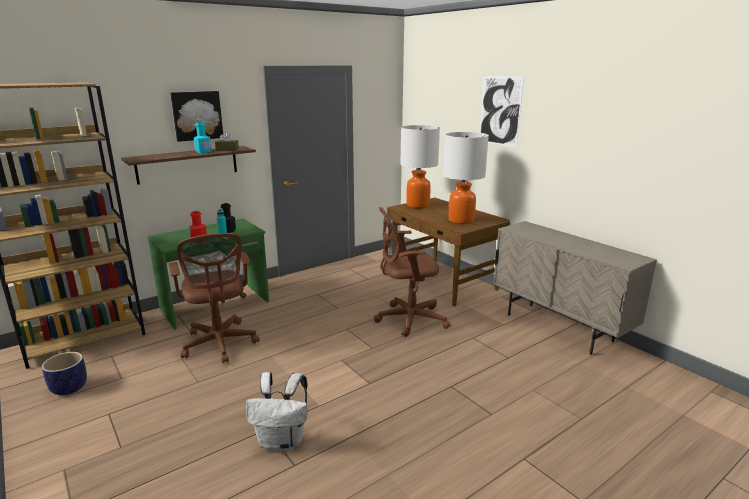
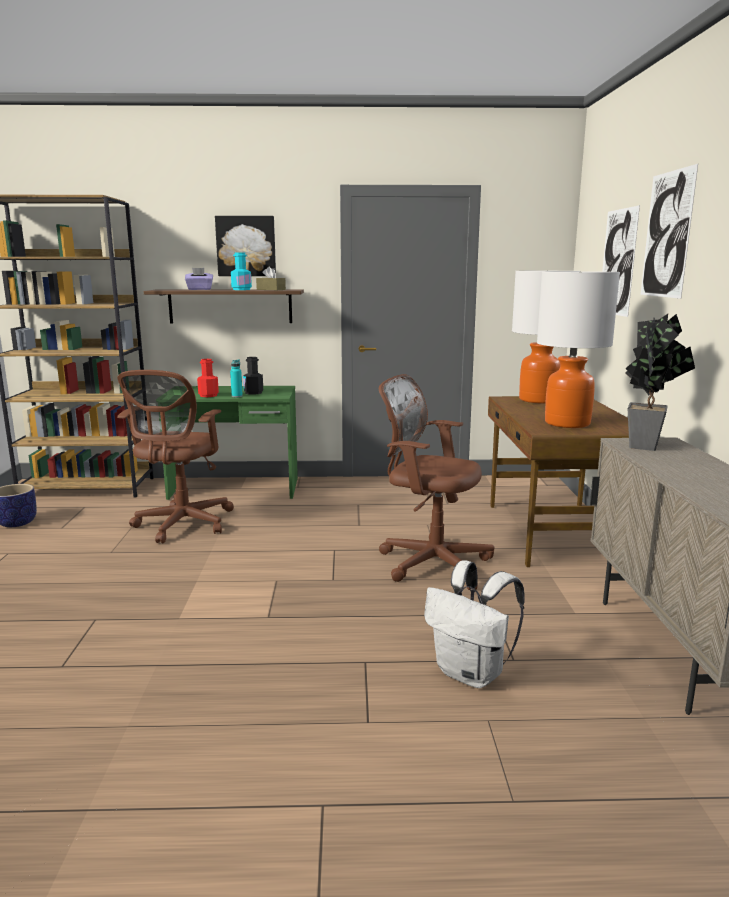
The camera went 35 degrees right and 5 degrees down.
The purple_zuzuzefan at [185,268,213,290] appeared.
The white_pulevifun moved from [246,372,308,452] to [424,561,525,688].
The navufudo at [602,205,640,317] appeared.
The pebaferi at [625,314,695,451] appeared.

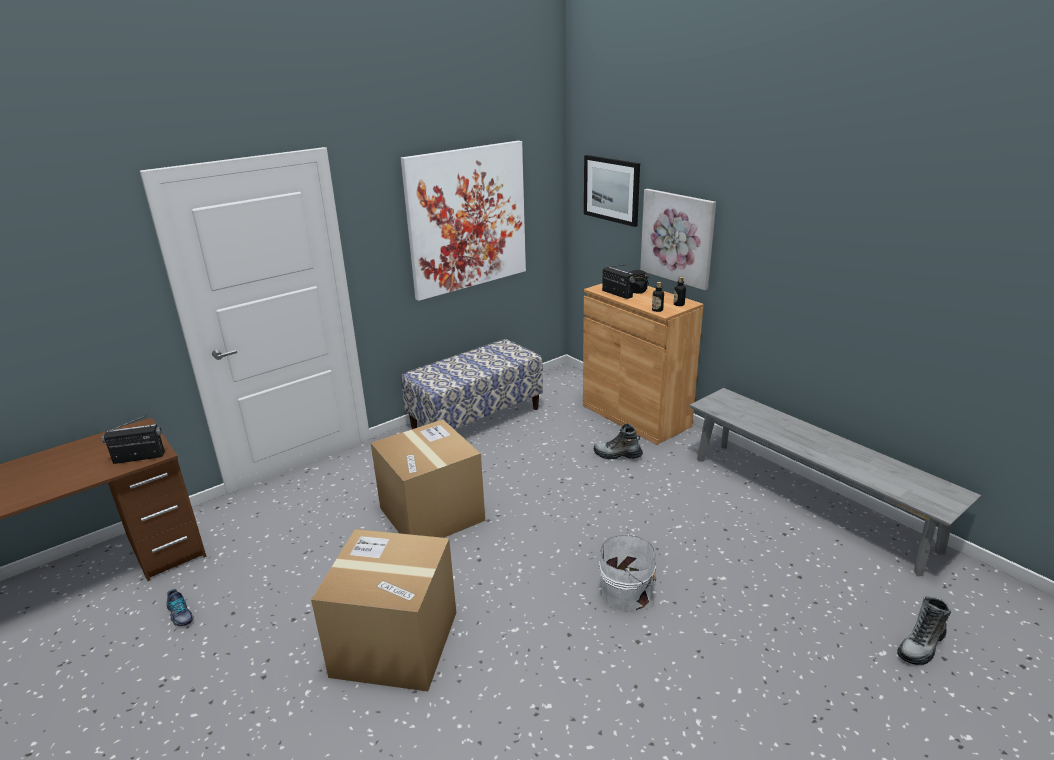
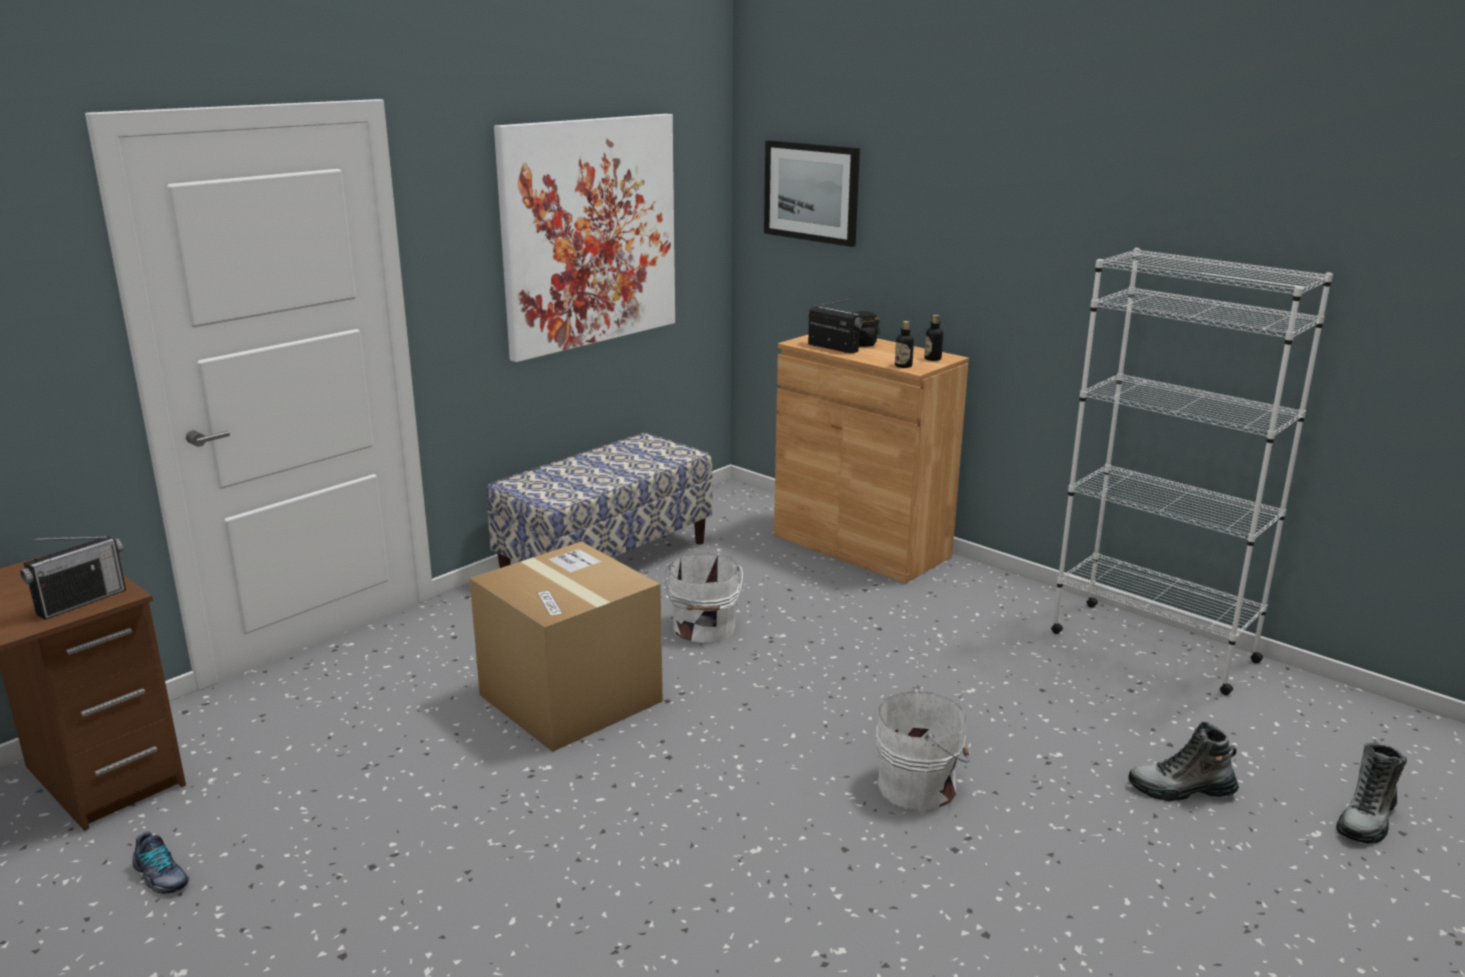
The camera went 10 degrees left and 5 degrees down.
The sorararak at [101,415,165,464] turned 150 degrees clockwise.
The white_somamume at [665,554,743,643] appeared.
The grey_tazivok at [690,388,981,576] was replaced by the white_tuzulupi at [1051,248,1333,695].
The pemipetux moved from [593,424,643,460] to [1128,722,1239,801].
The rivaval at [311,529,456,692] disappeared.
The navufudo at [640,189,716,290] disappeared.

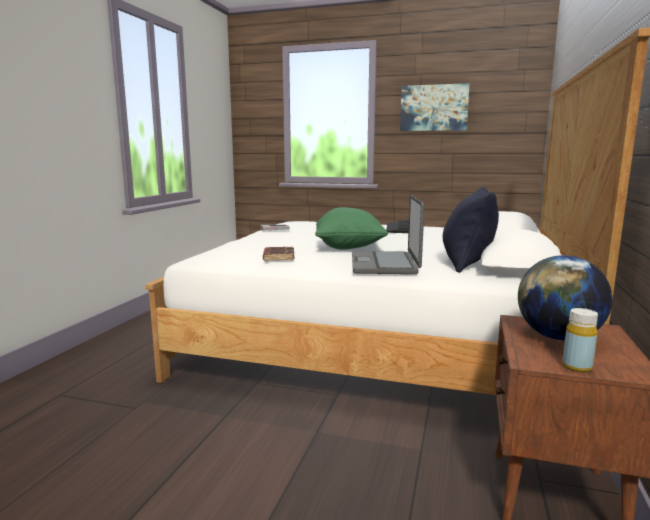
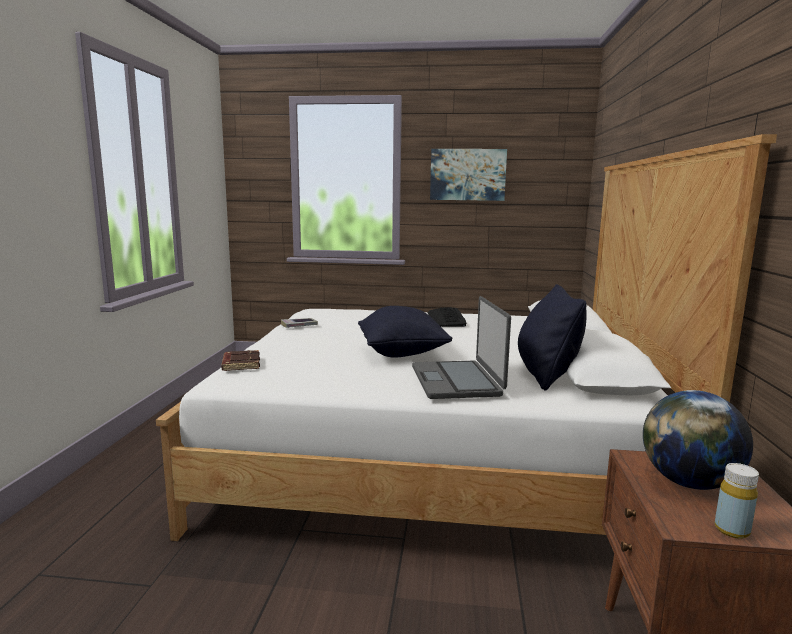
The camera went 10 degrees left and 0 degrees up.
The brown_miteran moved from [263,247,295,261] to [221,350,260,371].
The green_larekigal at [315,207,388,250] became the black_larekigal at [358,306,452,358].

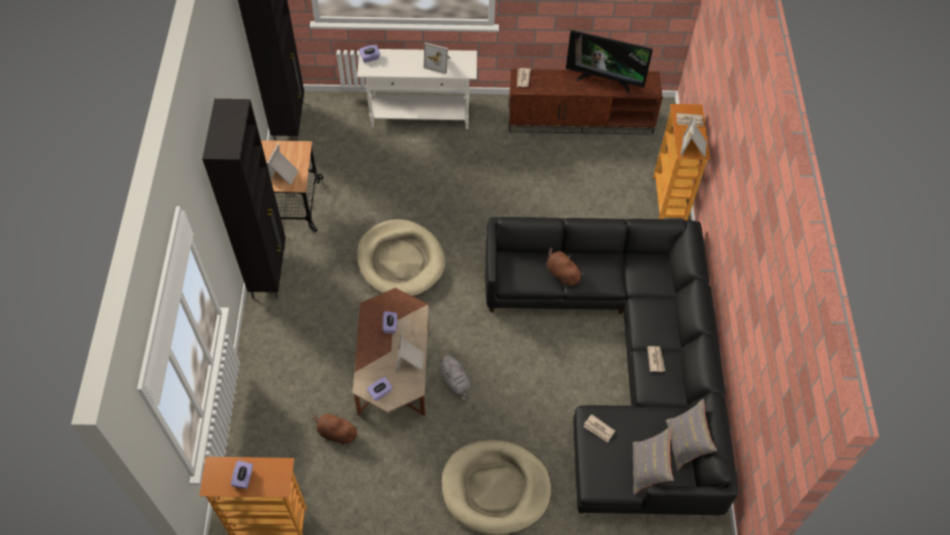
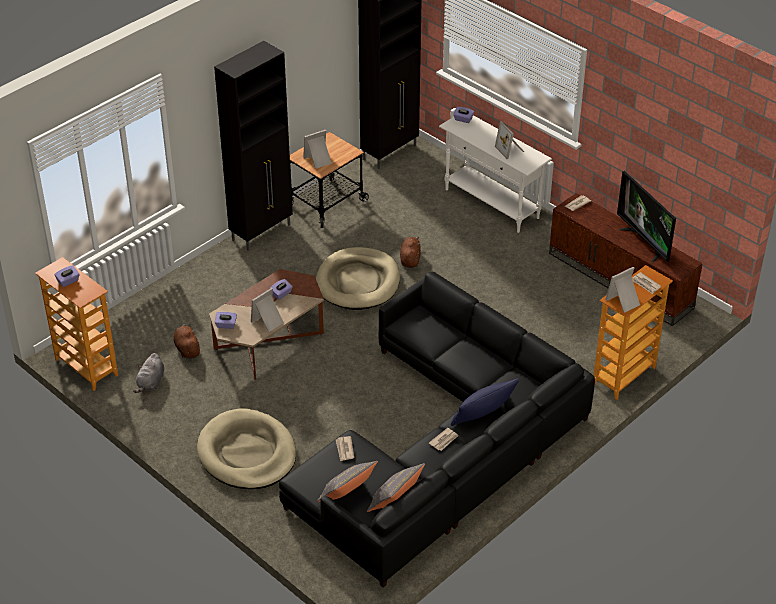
The camera went 45 degrees right and 15 degrees down.
The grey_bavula moved from [439,355,471,402] to [133,353,164,393].
The brown_bavula moved from [547,247,584,286] to [400,237,421,268].
The blue_larekigal at [451,378,519,426] appeared.

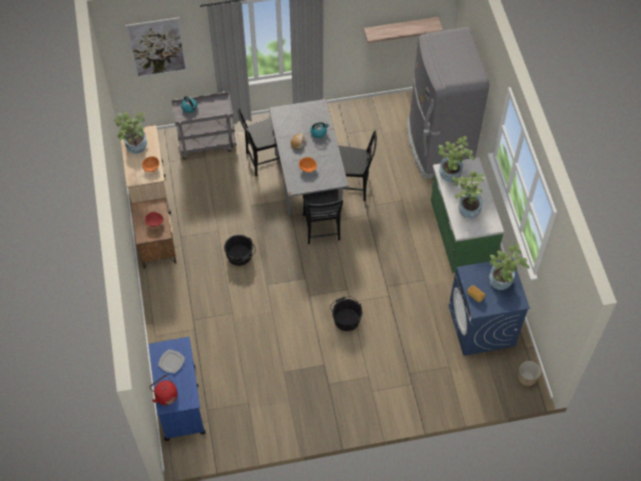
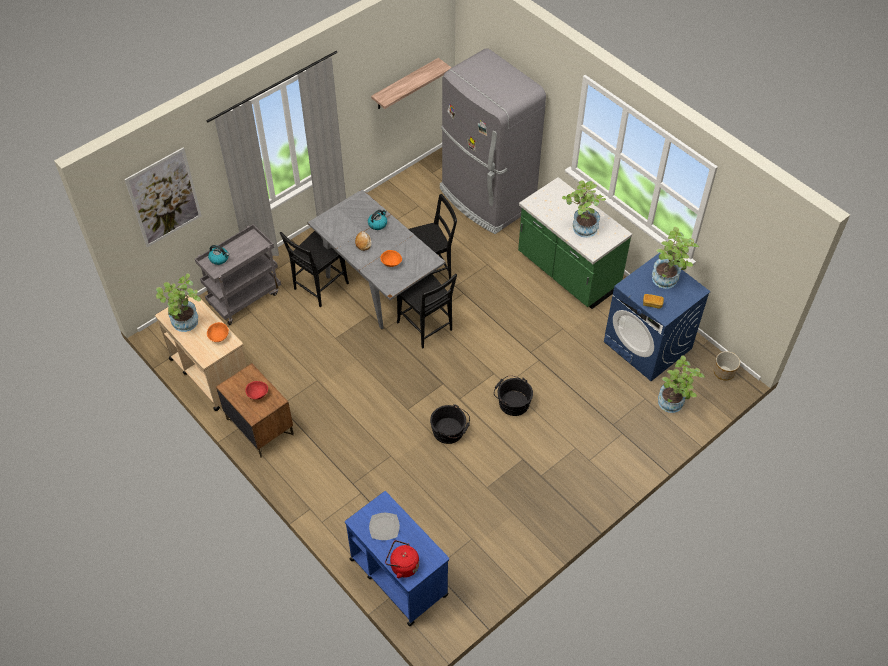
The camera went 30 degrees left and 5 degrees down.
The black_somamume moved from [224,235,255,266] to [430,404,470,444].
The pebaferi moved from [438,136,475,182] to [658,355,705,413].

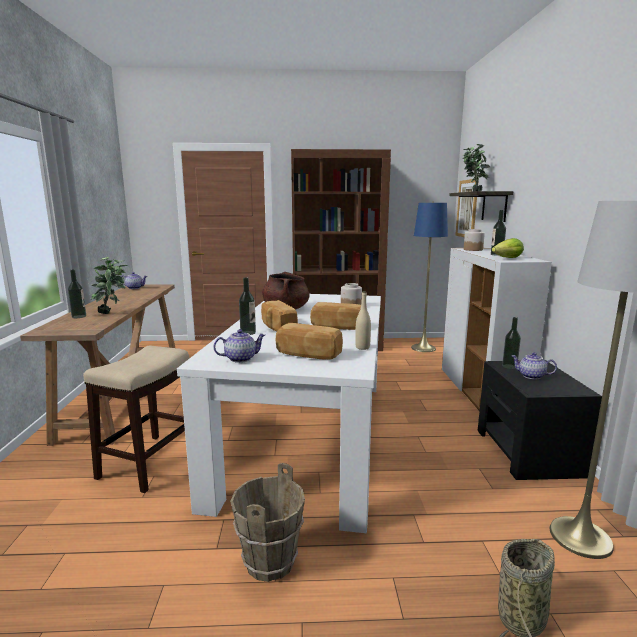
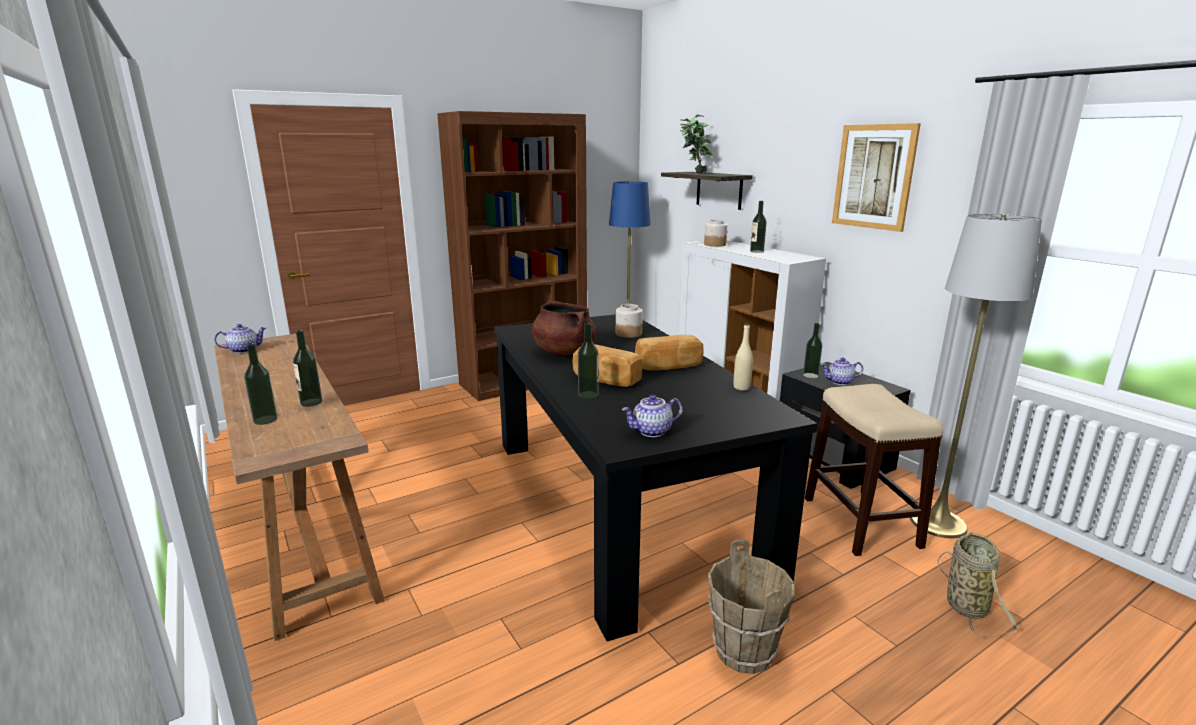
The camera went 30 degrees left and 5 degrees up.
The pebaferi at [91,257,127,314] was replaced by the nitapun at [293,330,322,407].
The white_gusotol at [177,294,381,533] became the black_gusotol at [494,314,817,641].
The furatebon at [213,329,265,363] turned 150 degrees counterclockwise.
The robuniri moved from [83,345,189,493] to [805,384,944,556].
The navufudo moved from [455,179,479,237] to [832,123,921,232].
The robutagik at [276,323,343,360] disappeared.
The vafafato at [492,238,524,258] disappeared.

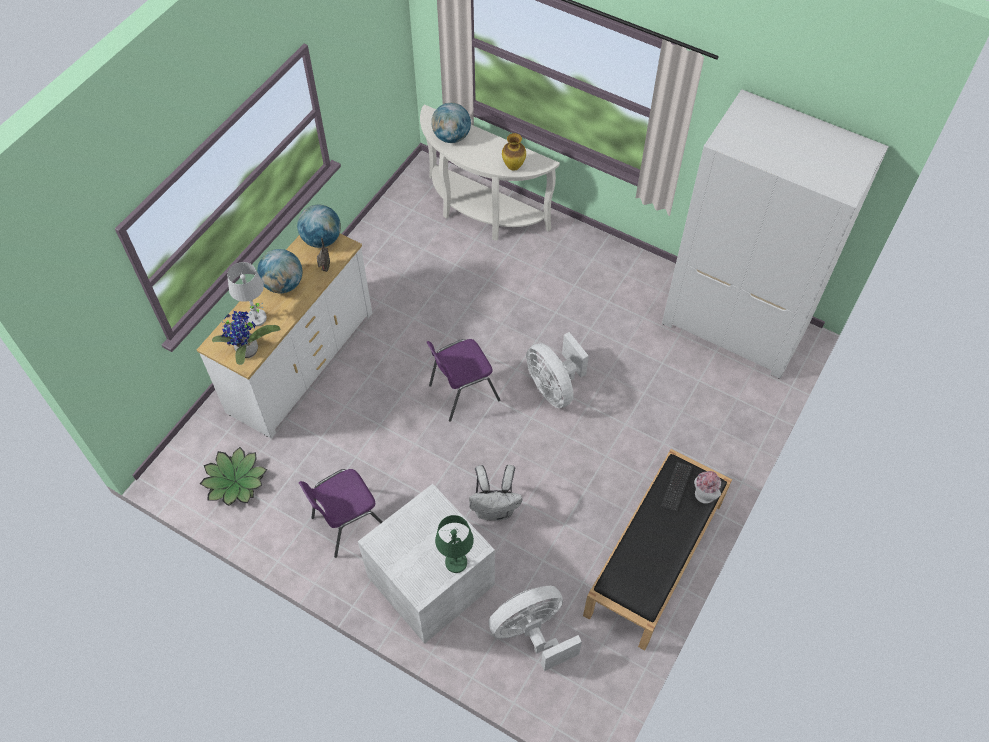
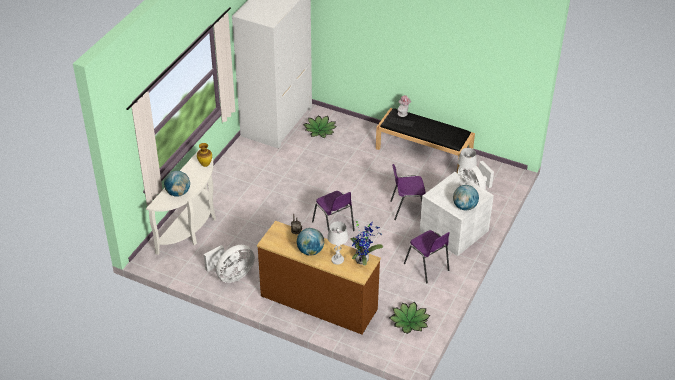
The camera went 95 degrees left and 15 degrees down.
The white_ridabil moved from [526,332,589,408] to [204,245,255,283].
The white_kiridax at [197,234,372,439] became the brown_kiridax at [257,221,381,334].
The pebaferi at [303,116,337,138] appeared.
The white_pulevifun at [469,465,522,521] was replaced by the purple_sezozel at [391,164,426,220].
The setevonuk moved from [297,205,341,248] to [453,185,479,211].
The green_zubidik at [435,515,474,573] became the white_zubidik at [458,148,477,186].

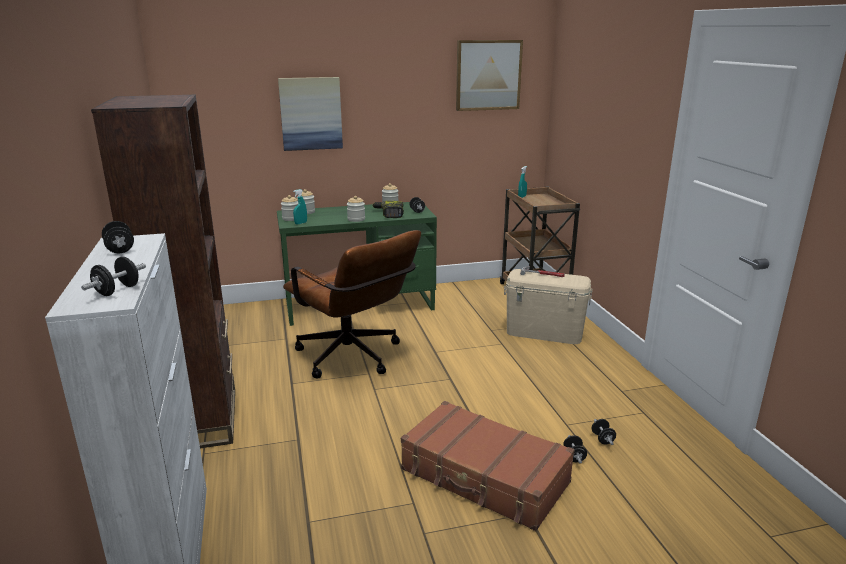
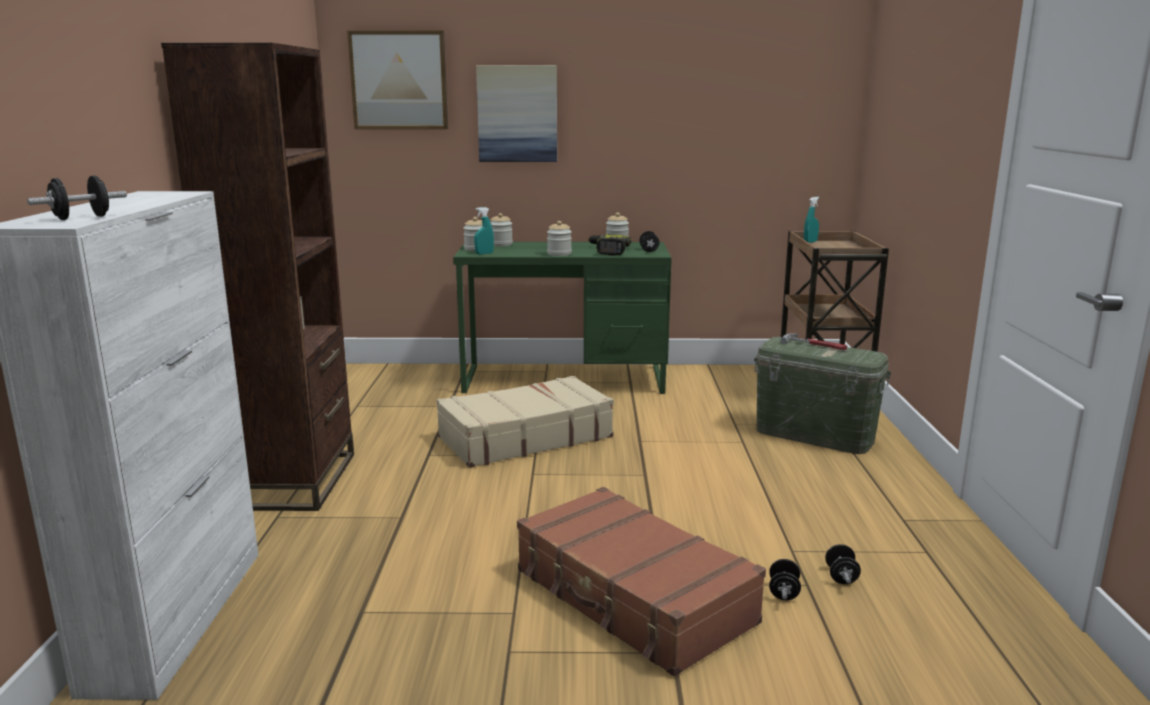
The camera went 15 degrees right and 5 degrees down.
The navufudo moved from [456,40,523,111] to [347,31,448,129].
The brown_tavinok at [283,230,421,379] was replaced by the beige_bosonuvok at [437,376,614,468].
The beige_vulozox at [504,269,593,344] became the green_vulozox at [754,337,891,454].
The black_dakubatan at [102,221,134,254] disappeared.

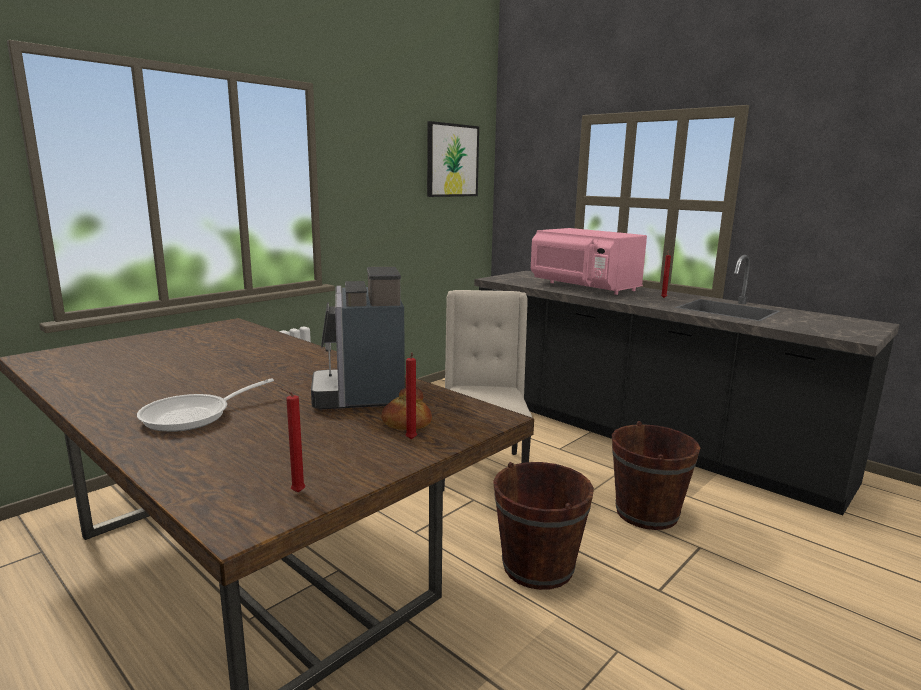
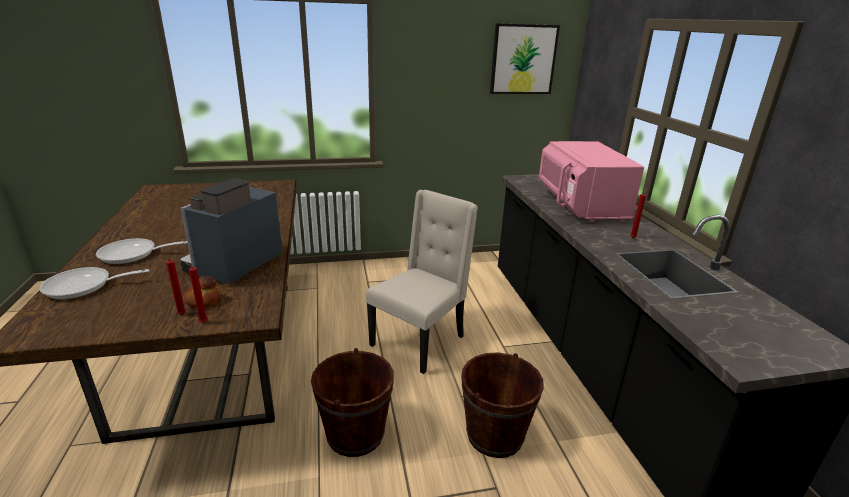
The camera went 35 degrees right and 10 degrees up.
The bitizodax at [39,267,150,299] appeared.
The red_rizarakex moved from [279,388,305,493] to [185,262,208,323].

